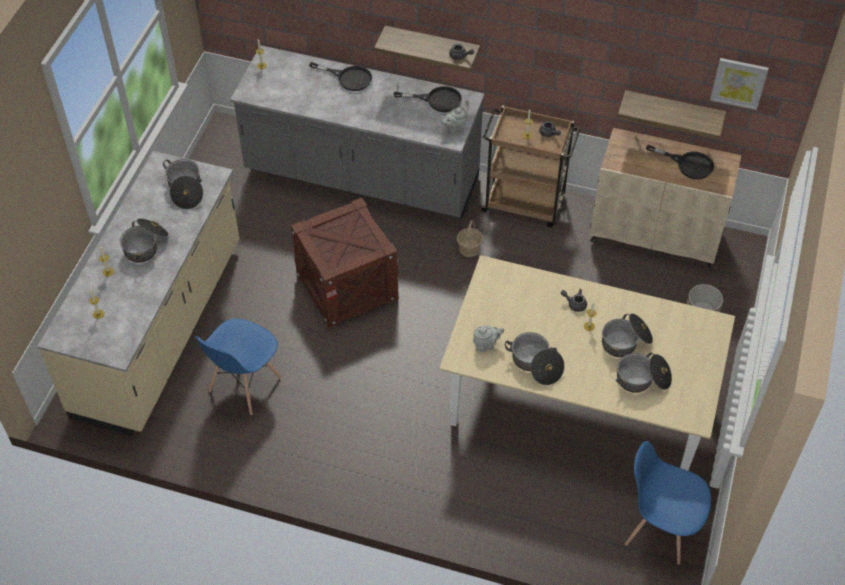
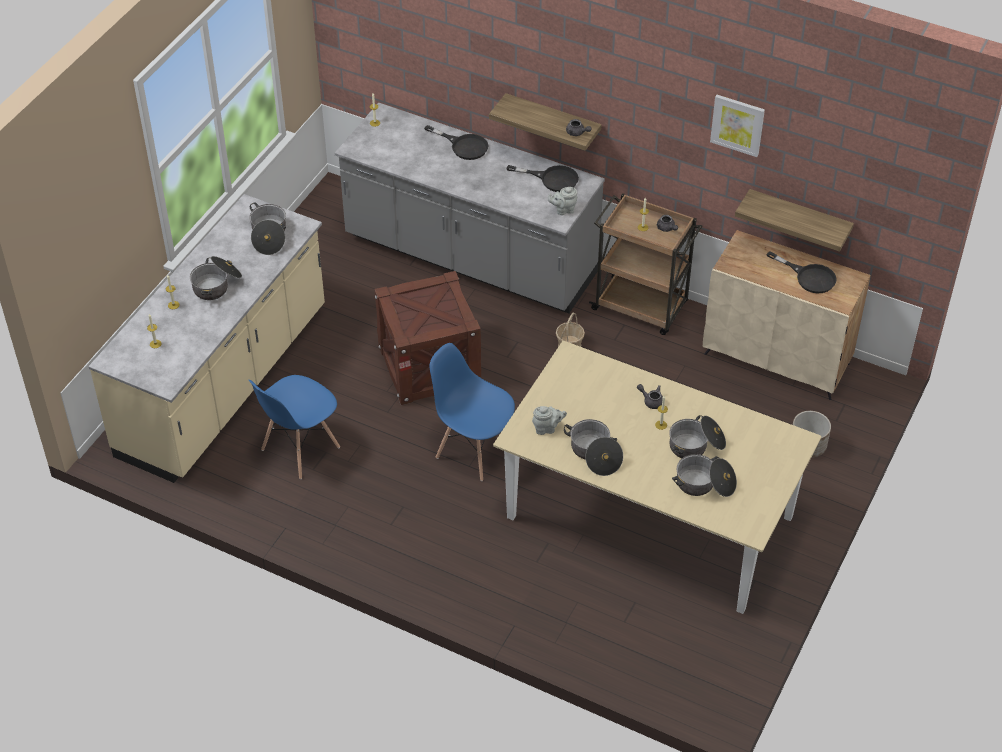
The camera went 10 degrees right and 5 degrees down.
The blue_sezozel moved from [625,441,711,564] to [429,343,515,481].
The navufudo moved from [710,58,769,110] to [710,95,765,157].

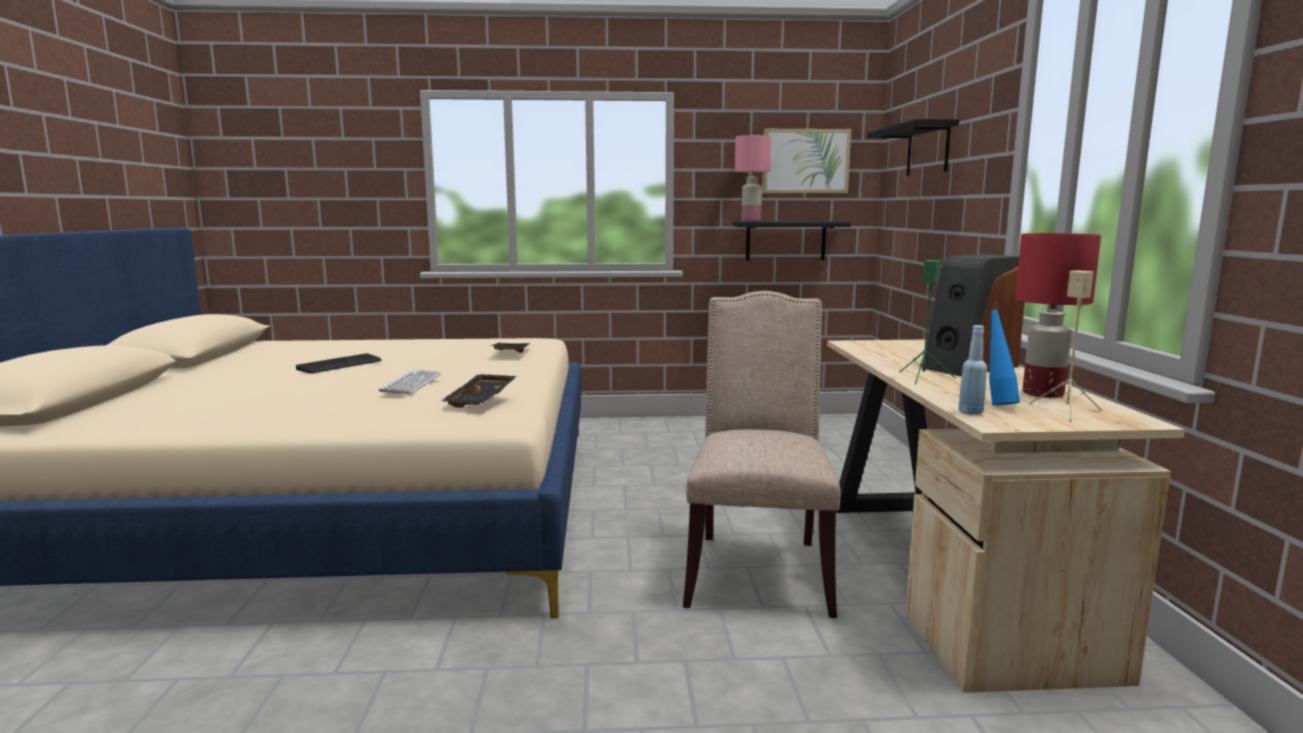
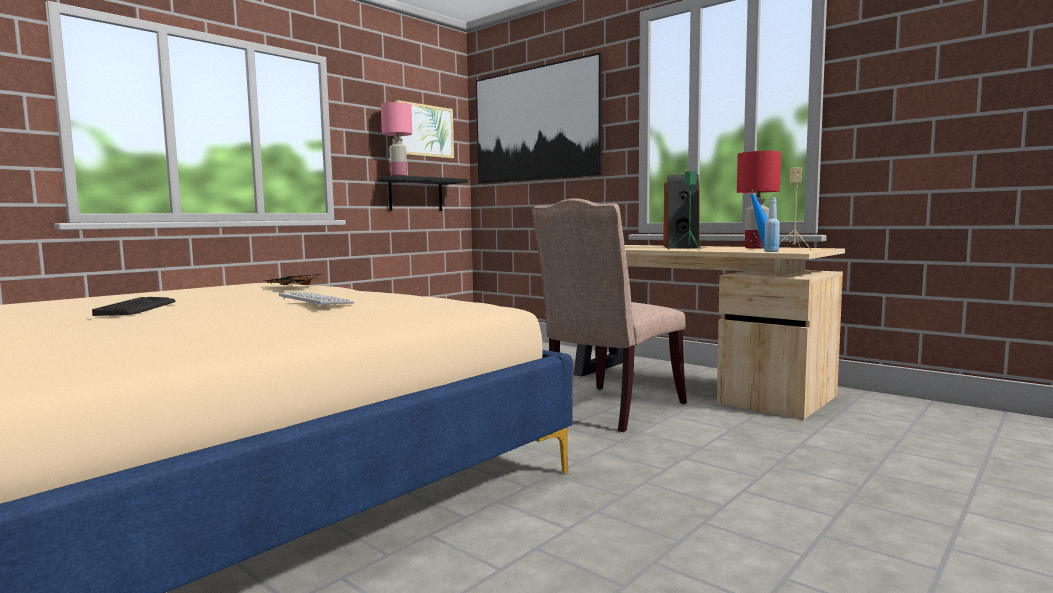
The camera went 45 degrees left and 5 degrees down.
The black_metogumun at [867,119,959,176] was replaced by the navufudo at [476,52,602,184].
The beige_sezozel at [683,291,841,618] turned 105 degrees counterclockwise.
The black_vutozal at [441,374,517,408] disappeared.

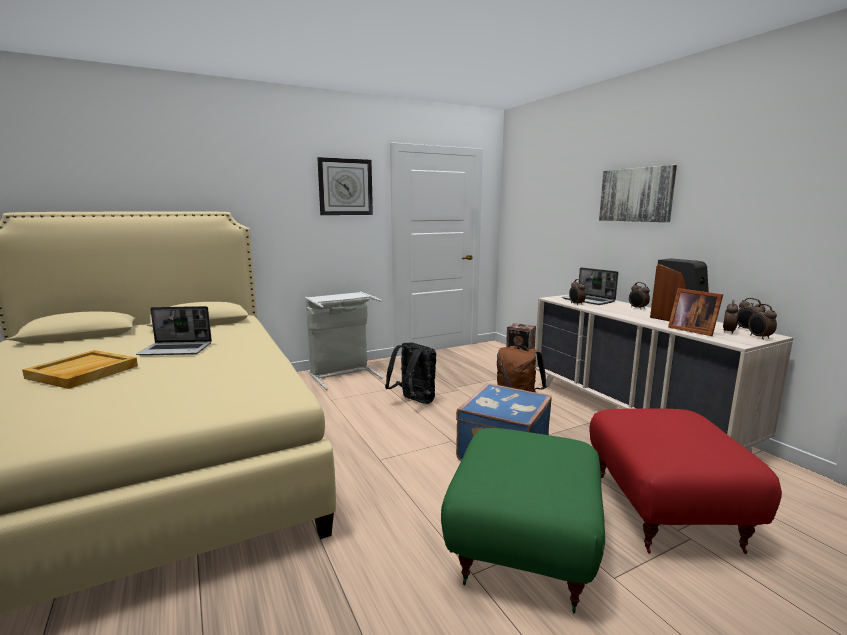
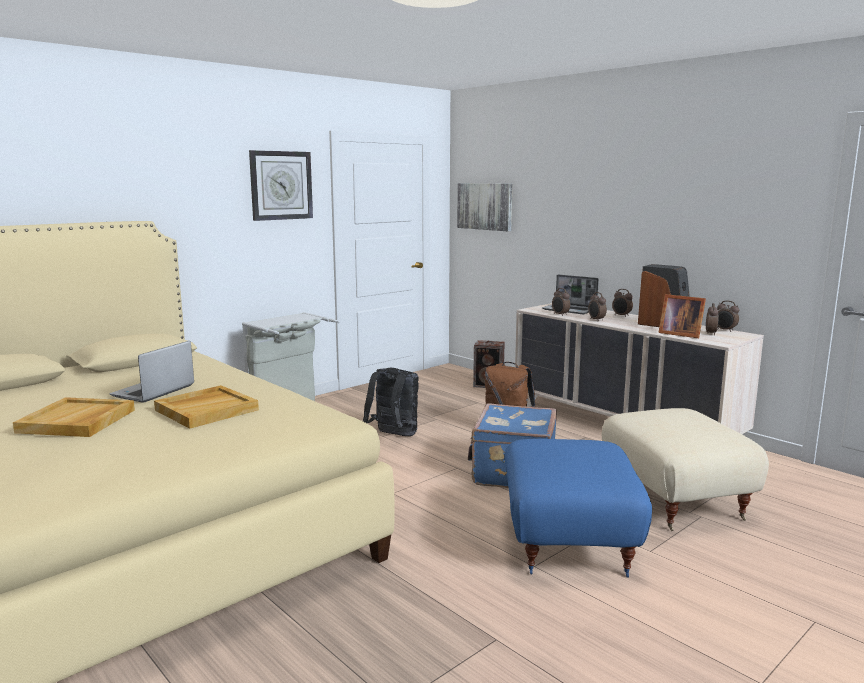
The camera went 15 degrees left and 0 degrees up.
The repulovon at [136,306,212,356] turned 135 degrees clockwise.
The beige_vutozal at [154,385,259,429] appeared.
The navufudo moved from [599,165,677,222] to [457,183,512,231].
The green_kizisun at [441,428,605,614] became the blue_kizisun at [505,439,652,578].
The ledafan moved from [748,304,777,340] to [588,292,607,320].
The red_kizisun at [589,408,782,554] became the beige_kizisun at [602,408,769,531].

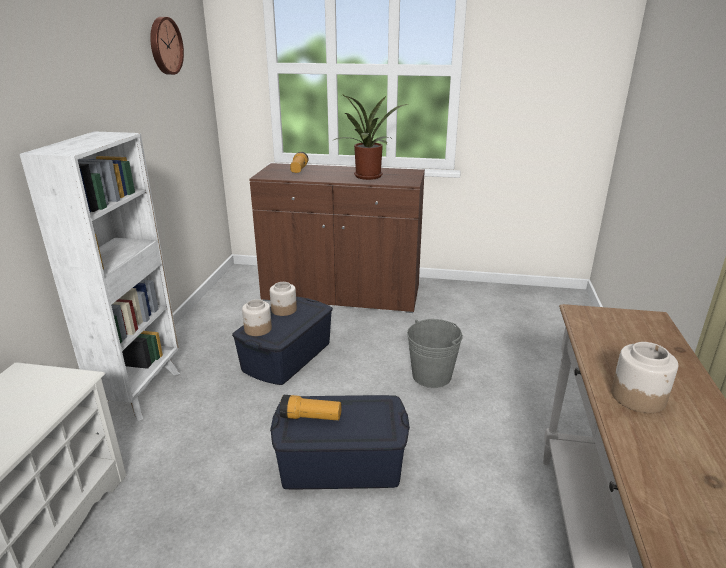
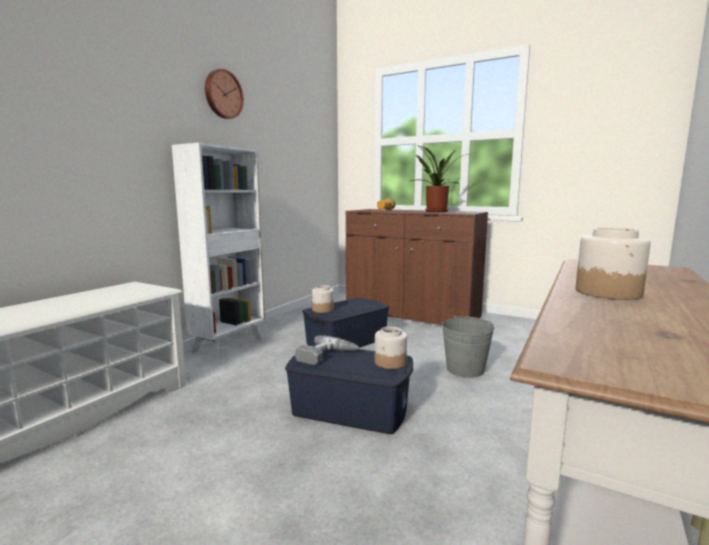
The camera went 20 degrees right and 15 degrees down.
The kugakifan moved from [150,17,184,75] to [205,69,244,119].
The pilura at [280,395,341,421] was replaced by the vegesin at [295,335,359,365].
The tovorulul moved from [270,282,297,316] to [375,326,407,369].

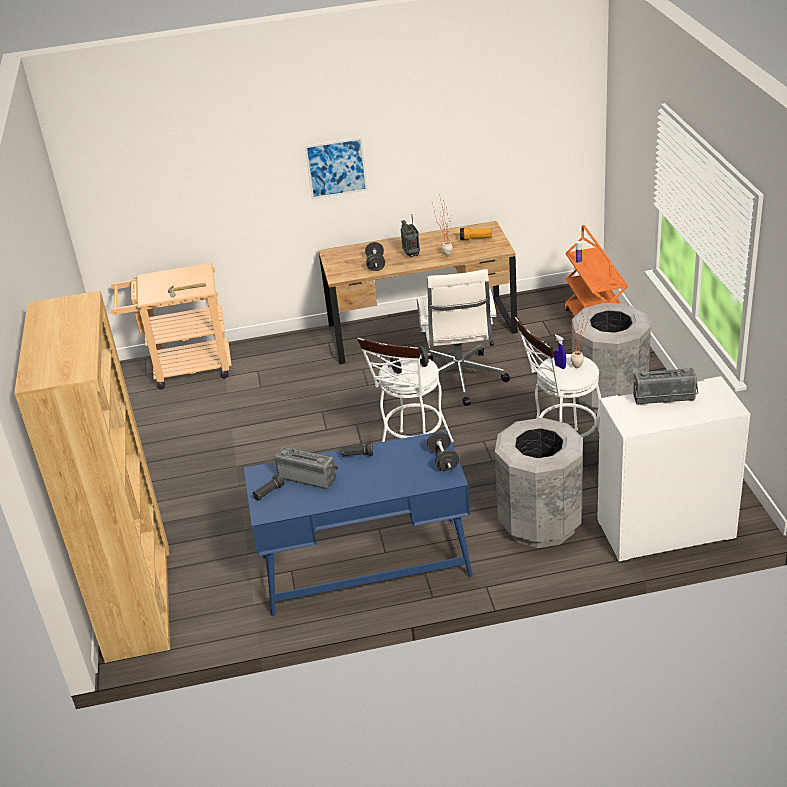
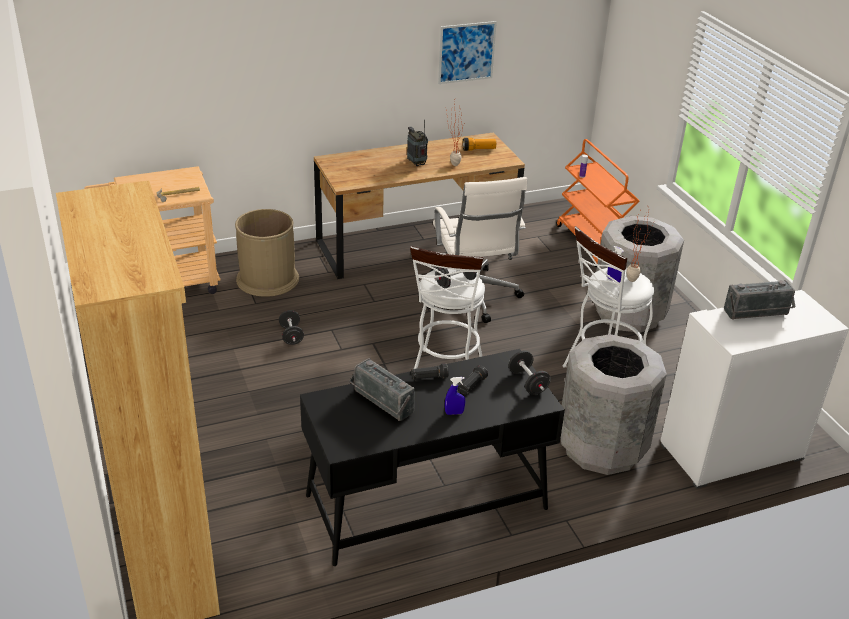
The camera went 15 degrees left and 0 degrees up.
The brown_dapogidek at [235,209,299,297] appeared.
The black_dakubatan moved from [365,242,385,271] to [279,310,304,345].
The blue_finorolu at [244,430,473,616] became the black_finorolu at [300,349,565,566].
The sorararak at [275,446,339,489] turned 150 degrees counterclockwise.
The navufudo moved from [305,137,368,199] to [438,21,497,84].
The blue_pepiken at [445,377,465,415] appeared.
The black_pilura moved from [252,474,284,500] to [458,365,488,394].

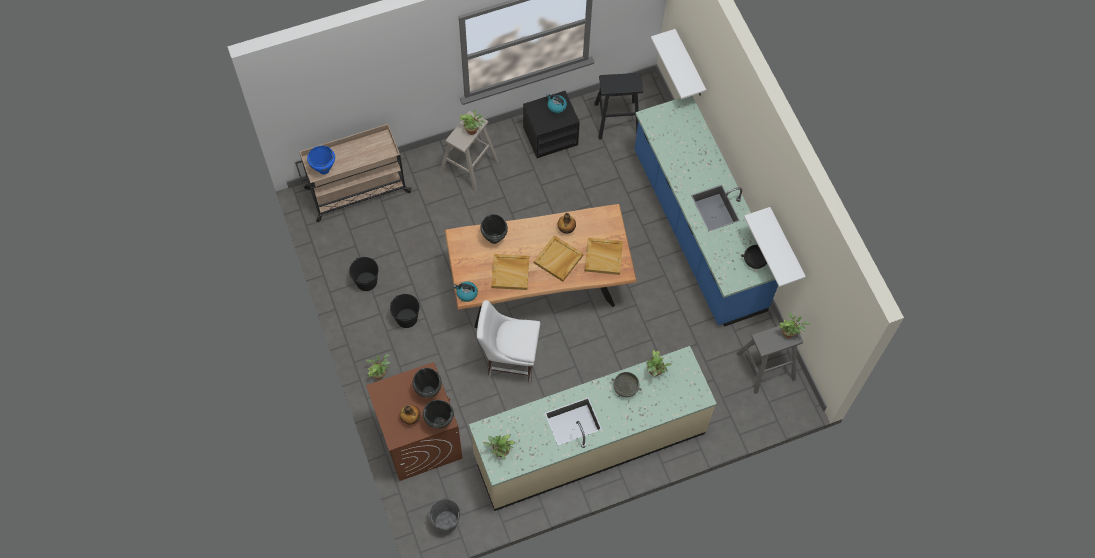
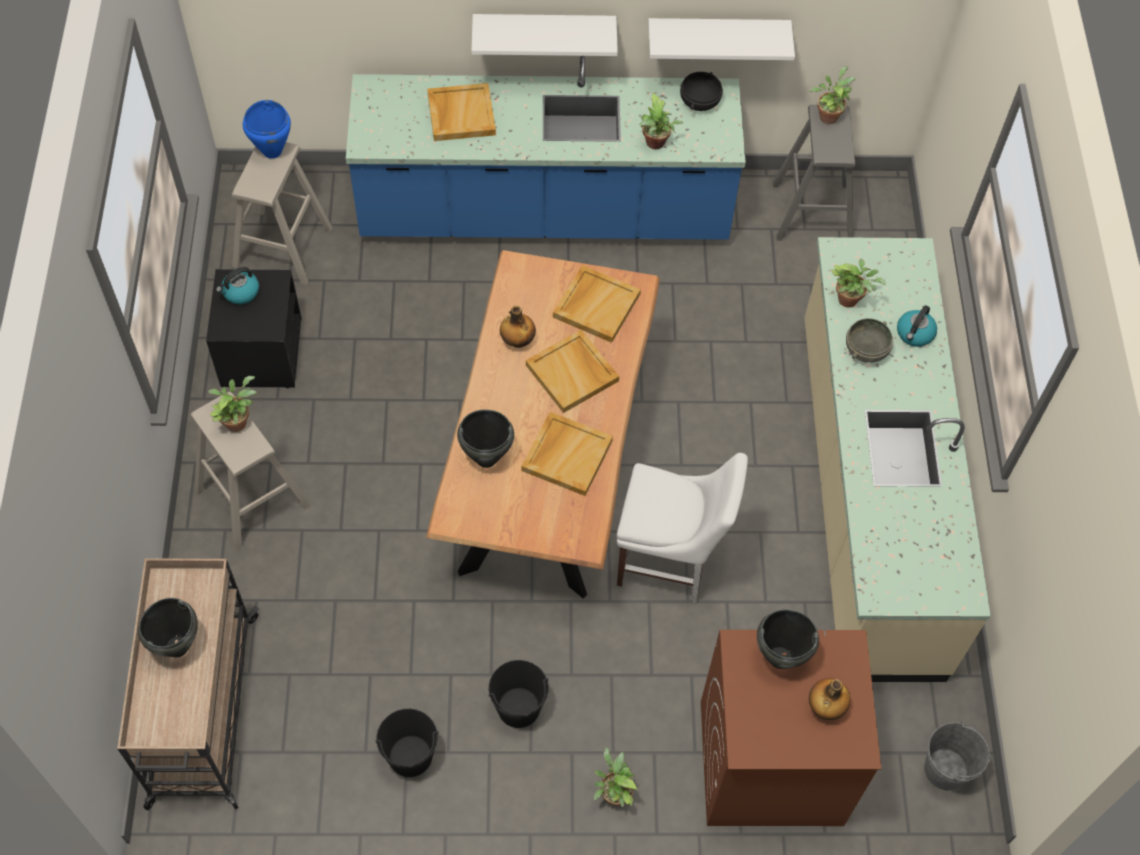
The camera went 70 degrees left and 5 degrees down.
The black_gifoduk moved from [423,400,454,429] to [138,598,198,657].
The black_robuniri at [595,73,643,140] became the beige_robuniri at [232,142,332,285].
The blue_gifoduk moved from [307,146,335,174] to [243,100,291,159].
The beige_vutozal at [427,83,496,141] appeared.
The white_metogumun moved from [651,29,706,99] to [471,14,618,56].
The white_sezozel at [477,300,540,383] turned 105 degrees counterclockwise.
The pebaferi moved from [483,435,515,460] to [640,93,683,149].
The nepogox moved from [453,281,478,302] to [897,305,937,347].

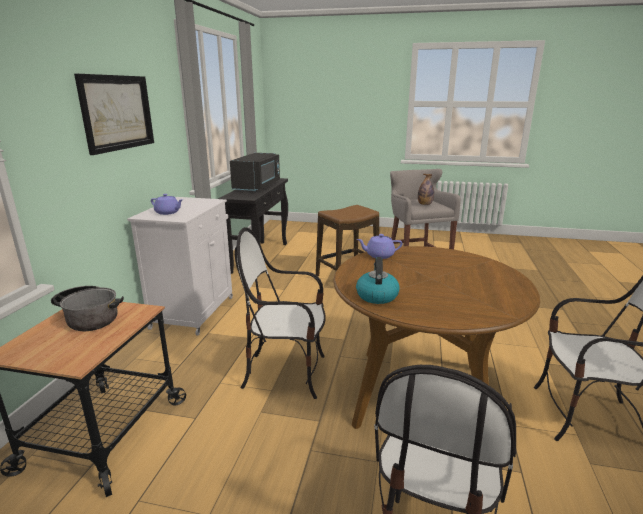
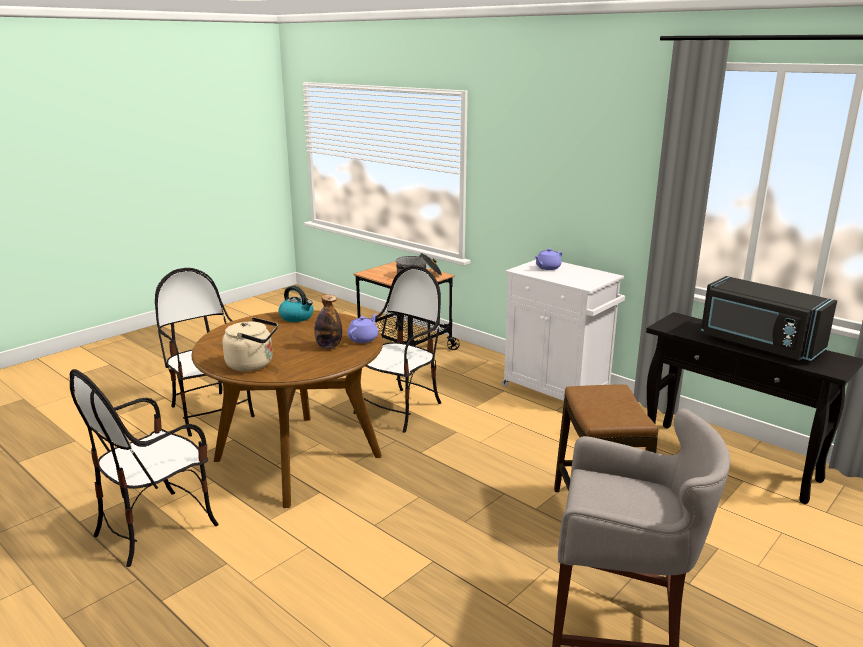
The camera went 120 degrees right and 0 degrees up.
The beige_nepogox at [222,317,278,371] appeared.
The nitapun moved from [418,174,434,205] to [314,294,342,349].
The navufudo at [74,74,154,155] disappeared.

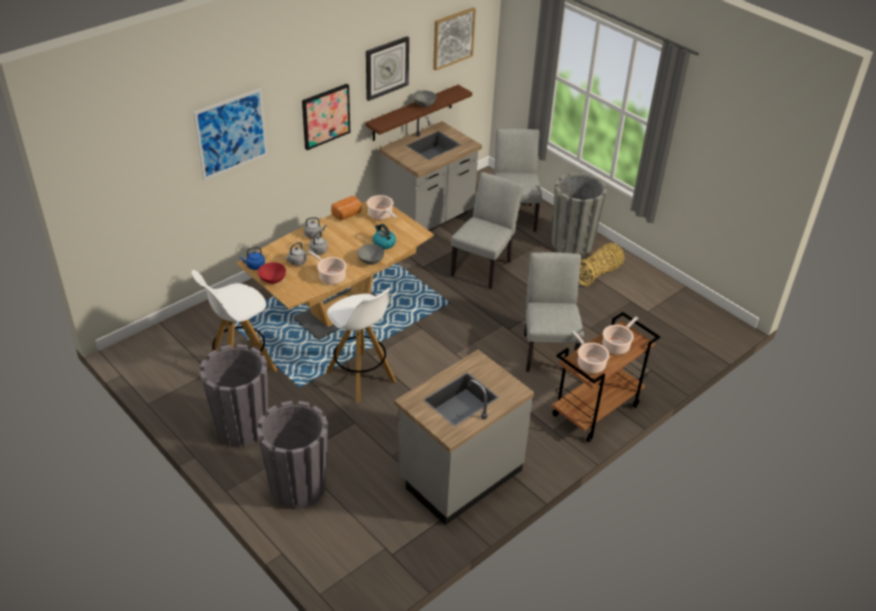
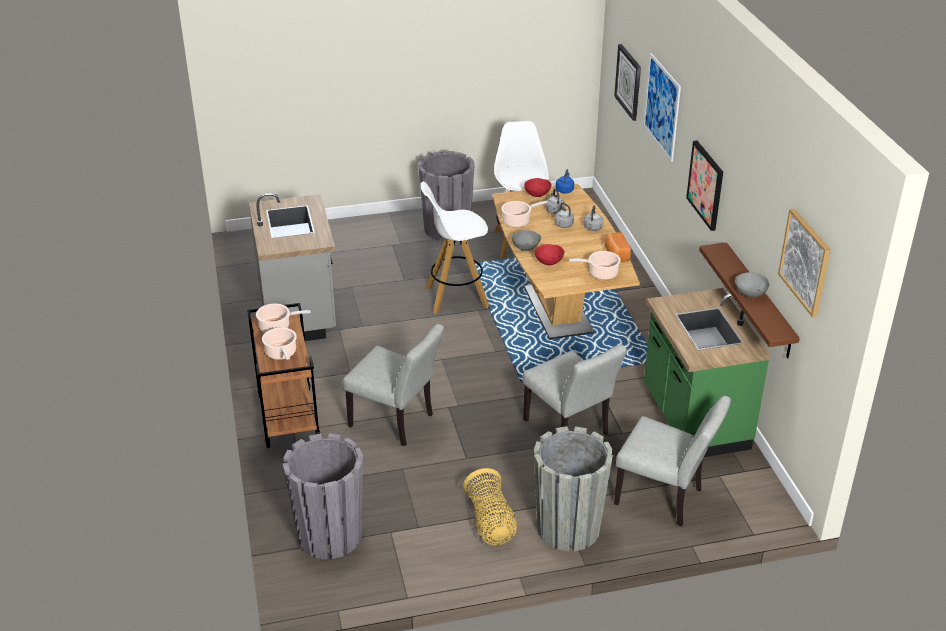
The camera went 120 degrees right and 5 degrees down.
The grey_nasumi moved from [256,401,328,509] to [282,433,363,559].
The nepogox at [373,224,396,249] was replaced by the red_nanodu at [535,244,565,265].
The kugakifan moved from [366,36,409,101] to [614,44,641,121].
The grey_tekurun at [379,115,482,231] became the green_tekurun at [644,288,771,457].

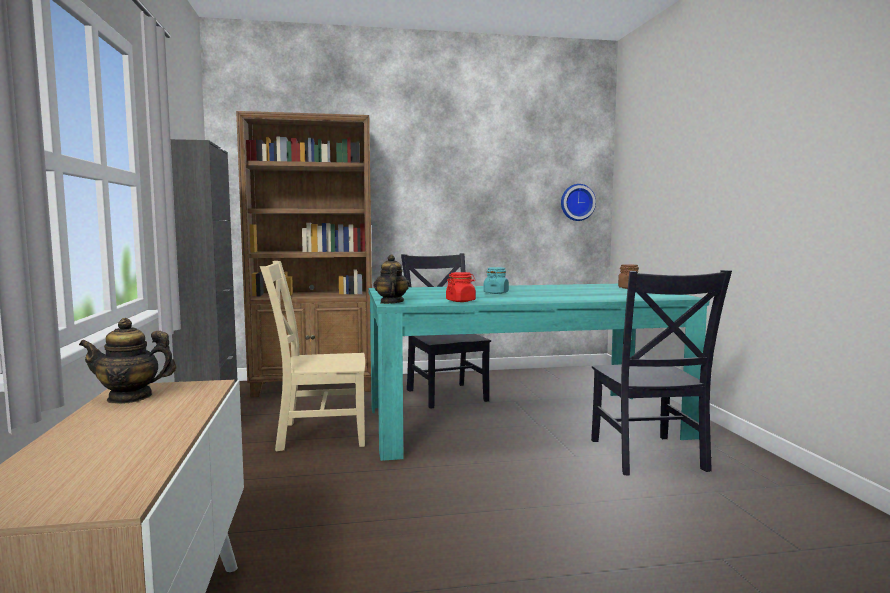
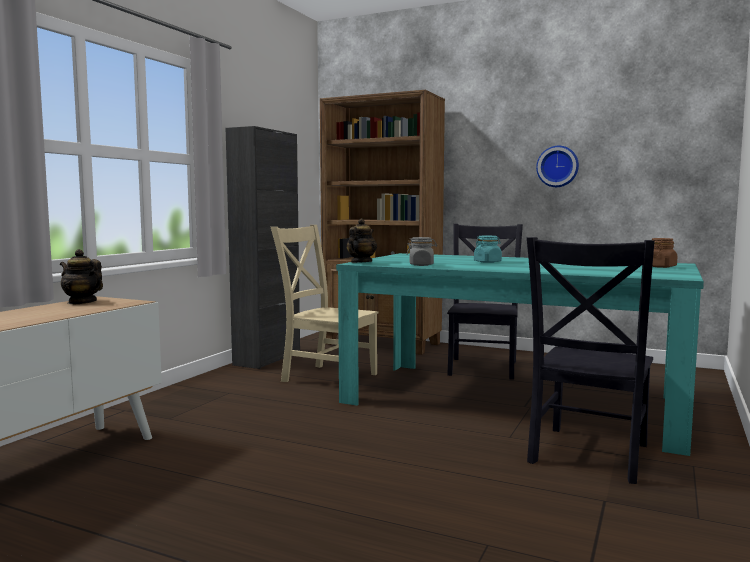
The camera went 35 degrees right and 0 degrees up.
The red_tovorulul at [446,272,476,302] became the grey_tovorulul at [407,237,437,266].
The kugakifan moved from [561,184,596,221] to [536,146,579,187].

